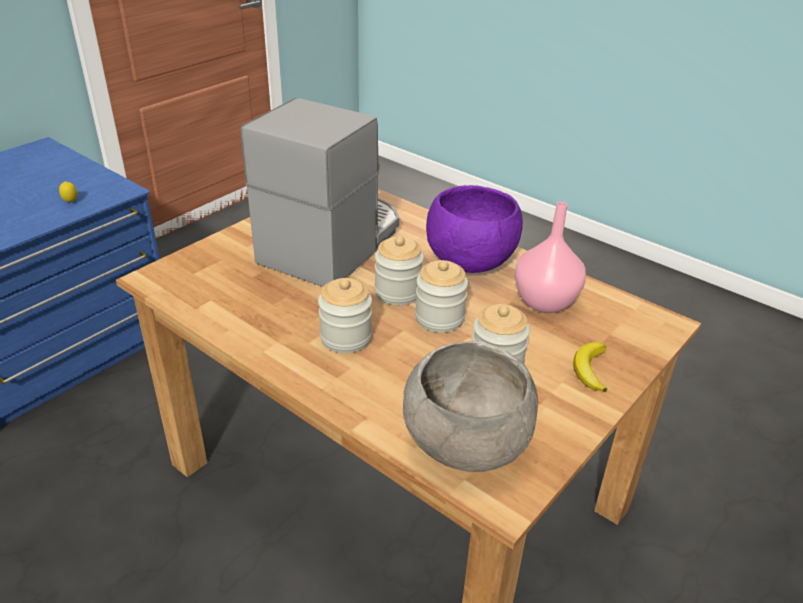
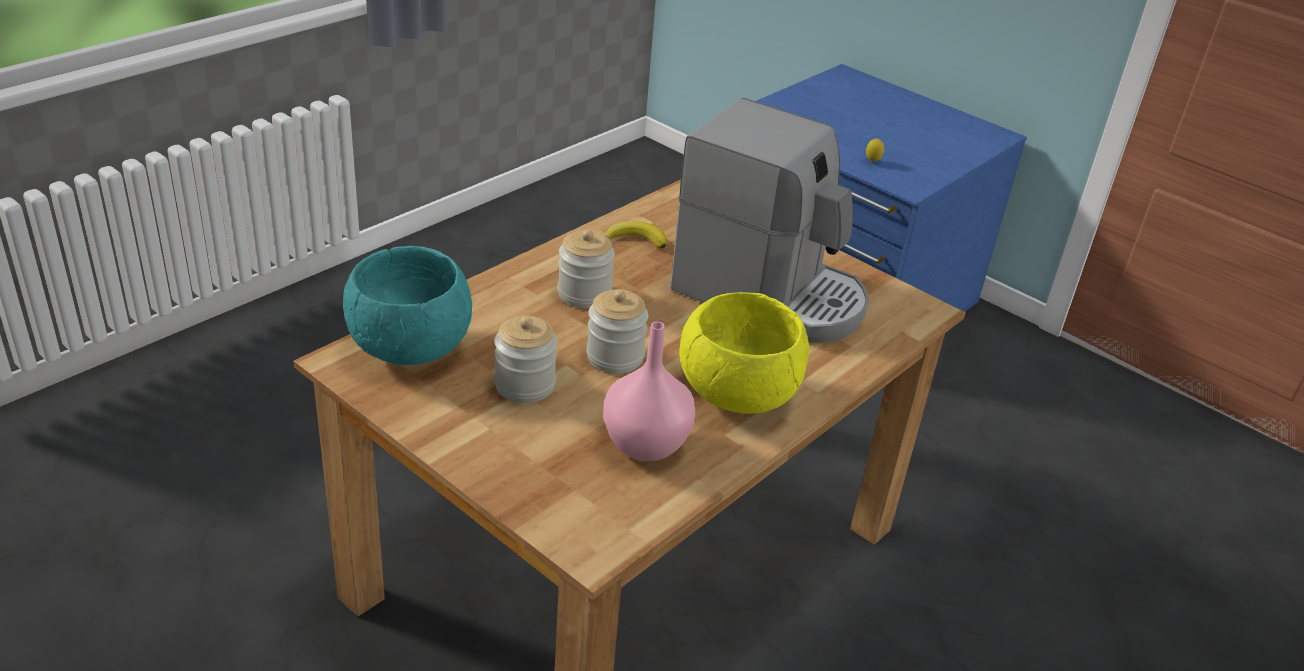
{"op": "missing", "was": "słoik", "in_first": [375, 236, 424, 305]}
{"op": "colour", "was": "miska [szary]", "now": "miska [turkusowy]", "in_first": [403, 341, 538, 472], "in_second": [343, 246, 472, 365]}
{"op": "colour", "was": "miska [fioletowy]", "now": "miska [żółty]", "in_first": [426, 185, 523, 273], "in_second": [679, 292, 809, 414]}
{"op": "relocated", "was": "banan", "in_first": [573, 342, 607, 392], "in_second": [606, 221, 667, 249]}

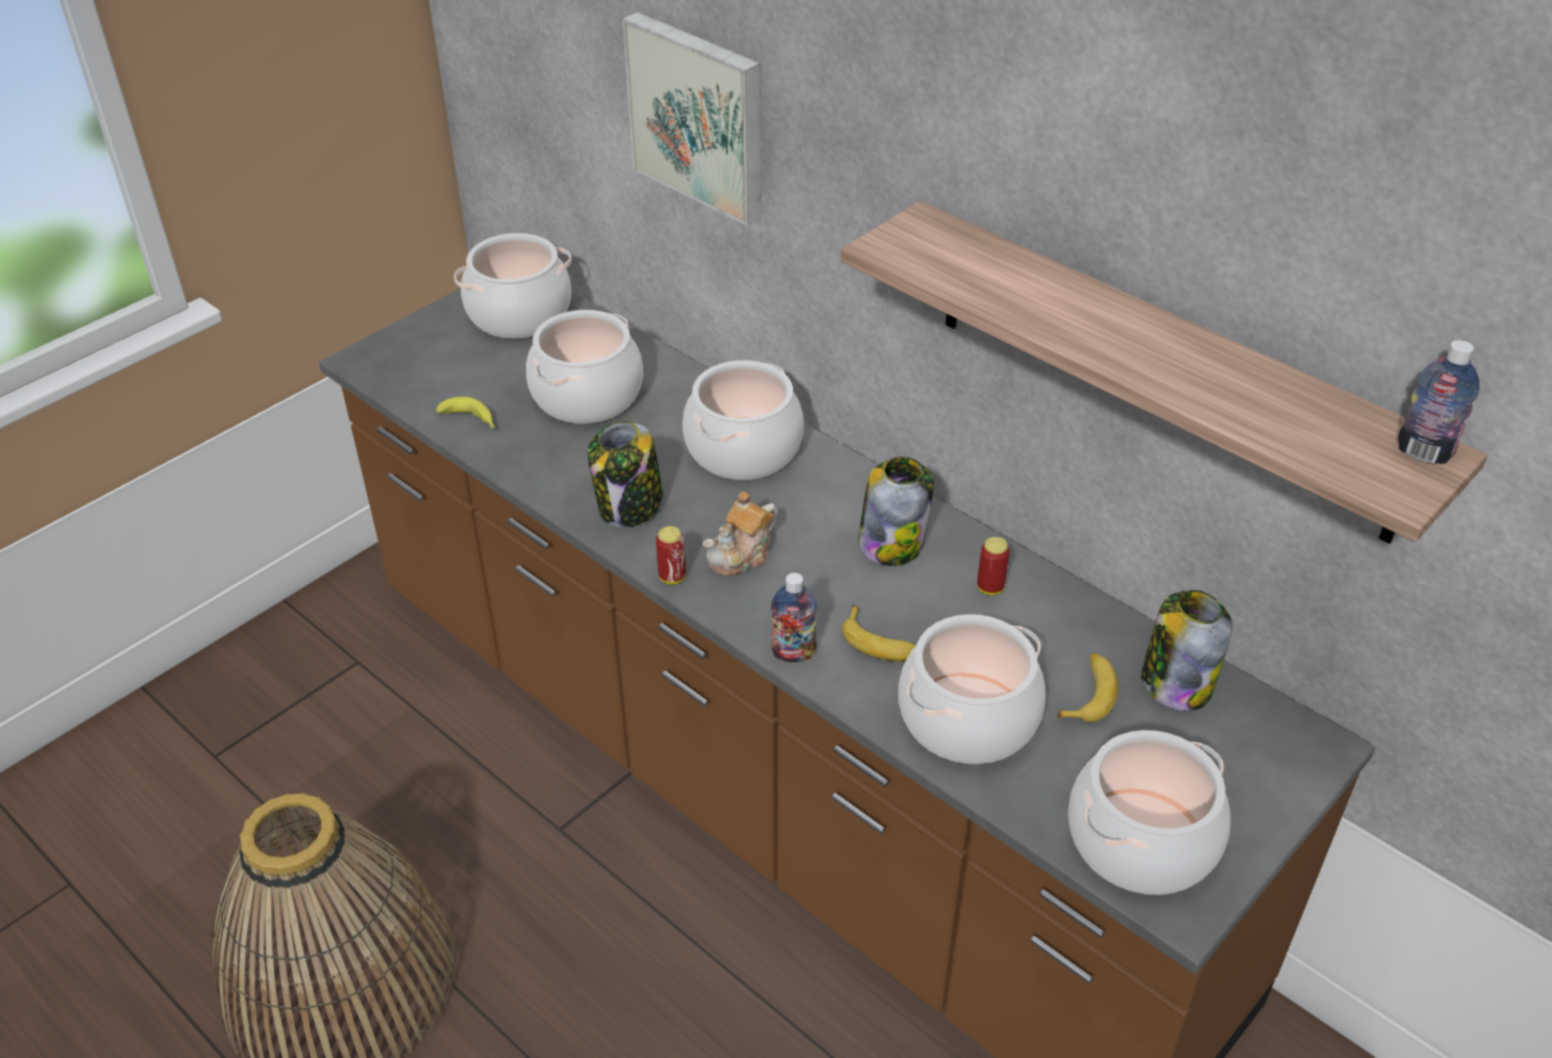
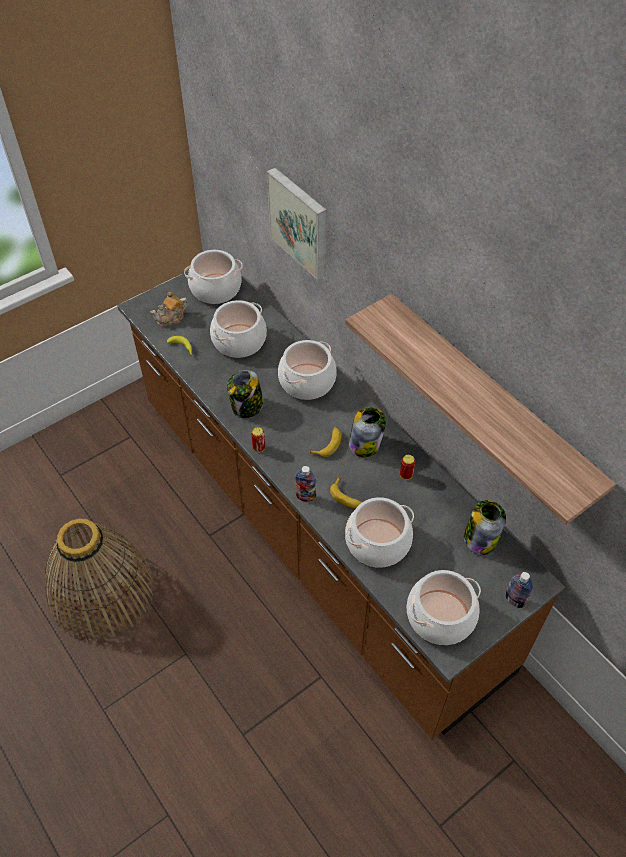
{"op": "relocated", "was": "imbryk", "in_first": [703, 491, 778, 576], "in_second": [150, 292, 188, 326]}
{"op": "relocated", "was": "banan", "in_first": [1057, 653, 1118, 722], "in_second": [309, 427, 341, 457]}
{"op": "relocated", "was": "butelka", "in_first": [1398, 340, 1480, 464], "in_second": [506, 572, 533, 608]}

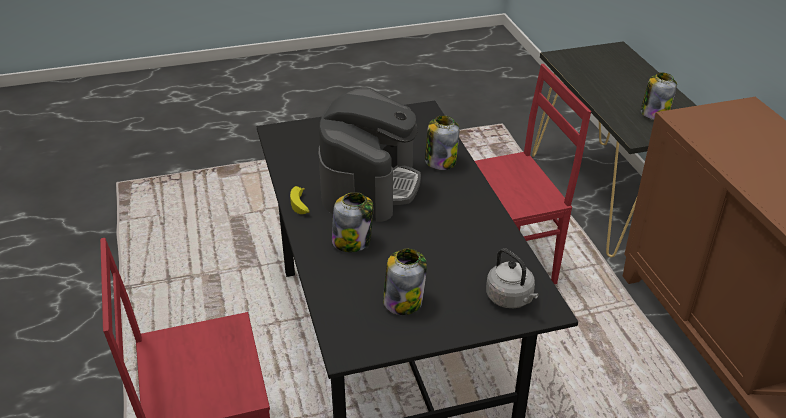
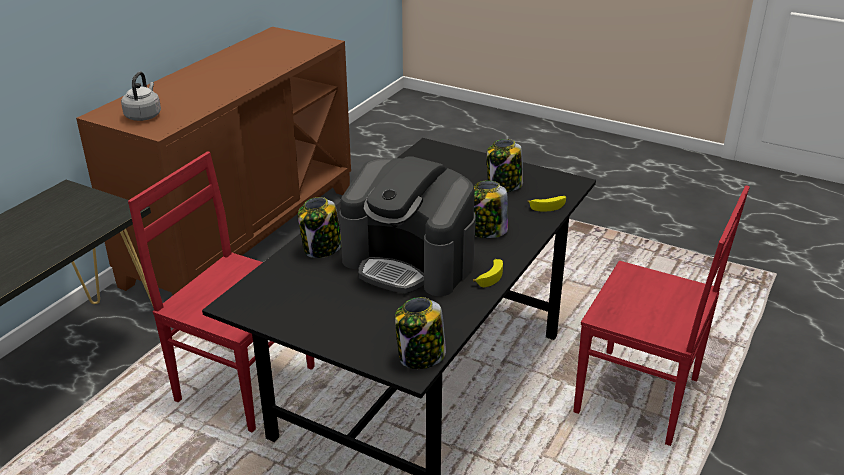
{"op": "spun", "was": "ekspres do kawy", "in_first": [318, 88, 421, 222], "in_second": [340, 156, 476, 296], "clockwise": -120}
{"op": "relocated", "was": "czajnik [szary]", "in_first": [486, 248, 539, 308], "in_second": [121, 72, 161, 121]}
{"op": "relocated", "was": "słoik", "in_first": [640, 72, 677, 120], "in_second": [395, 297, 446, 369]}
{"op": "appeared", "now": "banan", "in_second": [527, 196, 566, 211]}

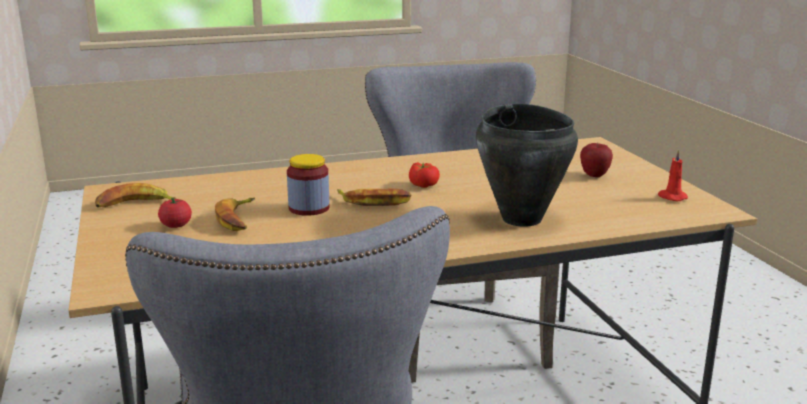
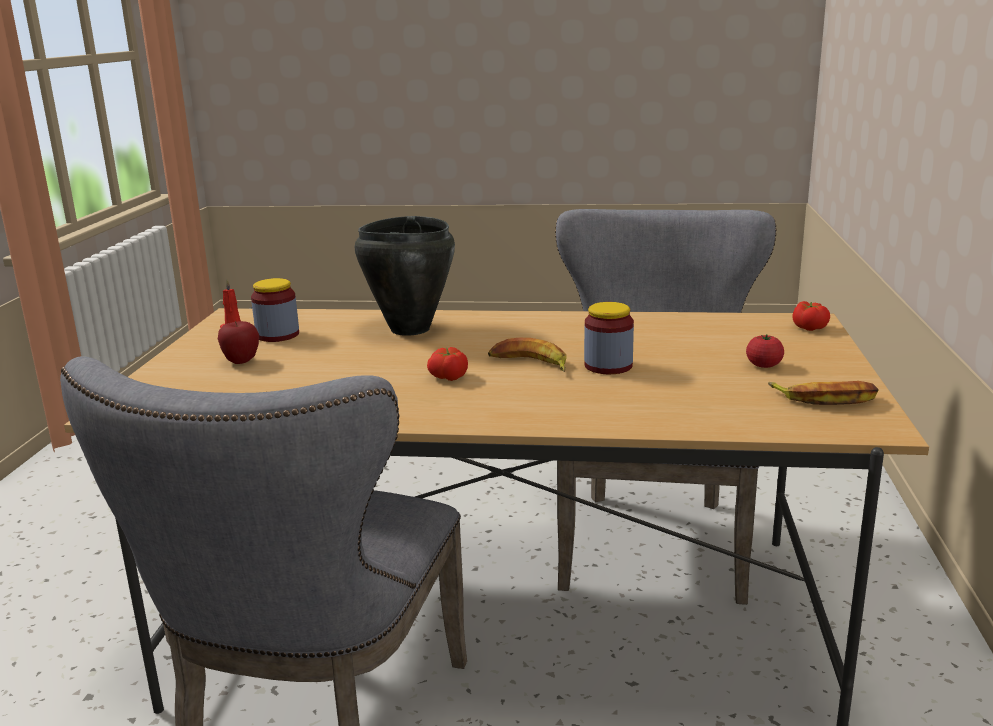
{"op": "missing", "was": "banan", "in_first": [215, 198, 255, 231]}
{"op": "appeared", "now": "słoik", "in_second": [251, 278, 299, 342]}
{"op": "appeared", "now": "pomidor", "in_second": [793, 301, 830, 331]}

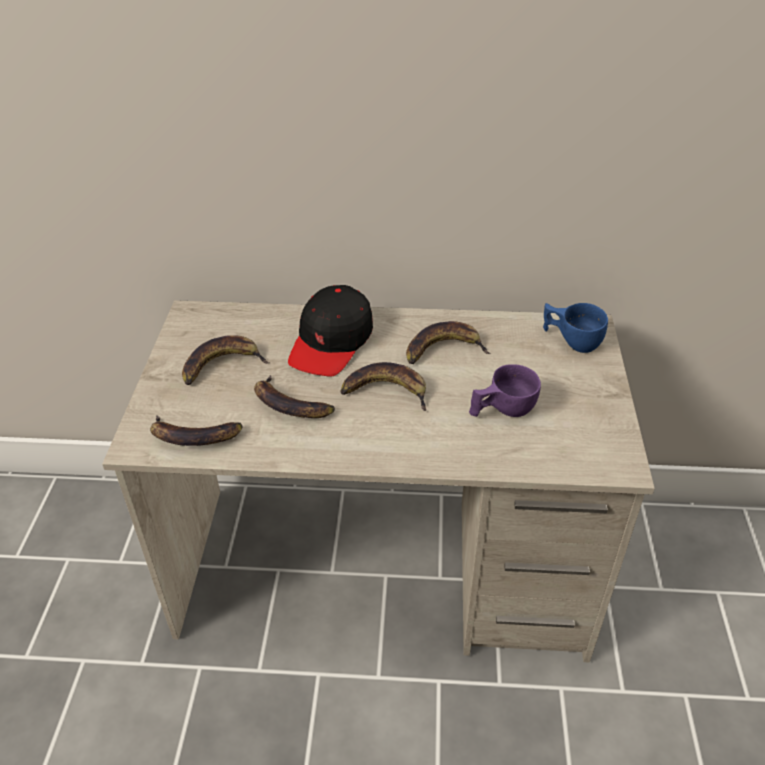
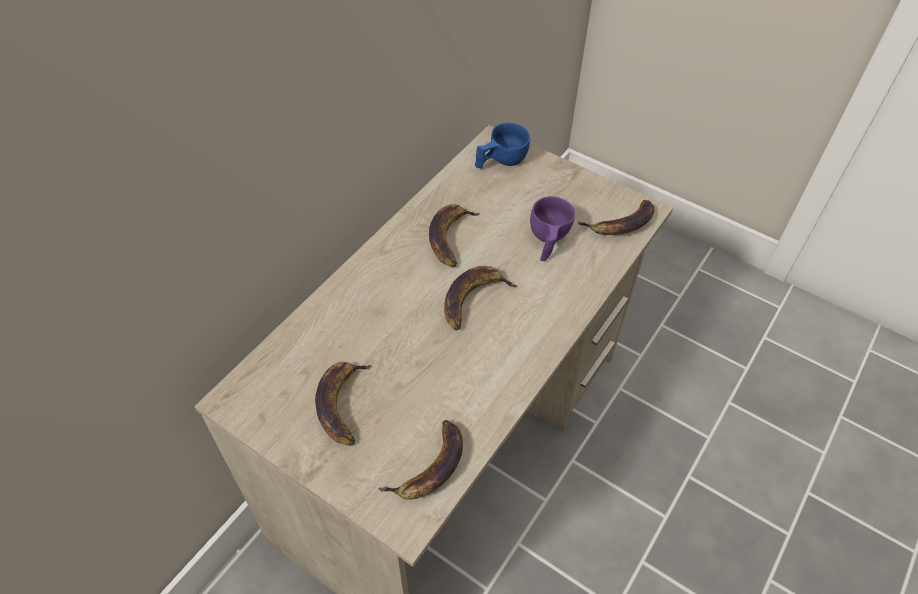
{"op": "relocated", "was": "banan", "in_first": [254, 375, 335, 418], "in_second": [578, 200, 654, 235]}
{"op": "missing", "was": "czapka z daszkiem [czarny]", "in_first": [288, 285, 373, 377]}

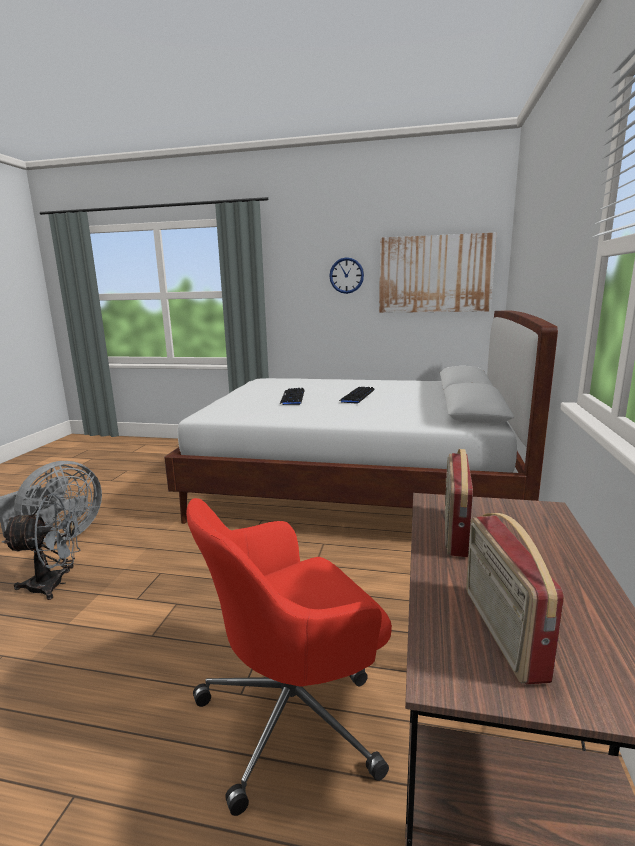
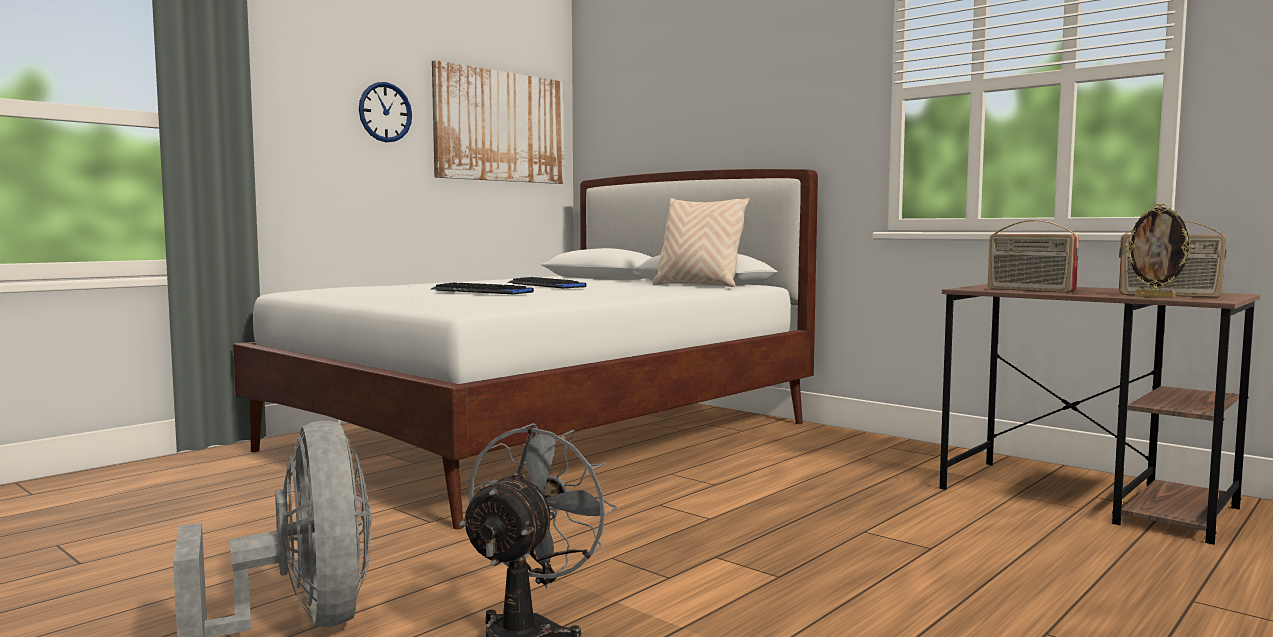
{"op": "missing", "was": "krzesło biurowe [czerwony]", "in_first": [186, 498, 392, 816]}
{"op": "appeared", "now": "poduszka [beżowy]", "in_second": [652, 198, 749, 287]}
{"op": "appeared", "now": "ramka na zdjęcie", "in_second": [1124, 204, 1193, 298]}

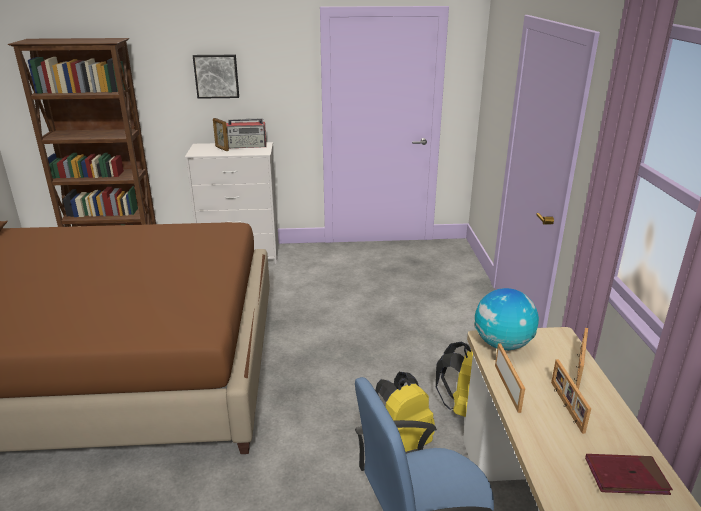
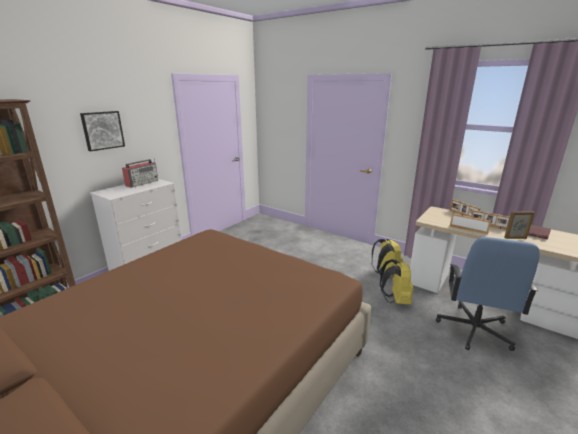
{"op": "relocated", "was": "ramka na zdjęcie", "in_first": [213, 118, 229, 151], "in_second": [504, 211, 534, 239]}
{"op": "missing", "was": "globus", "in_first": [474, 288, 539, 350]}

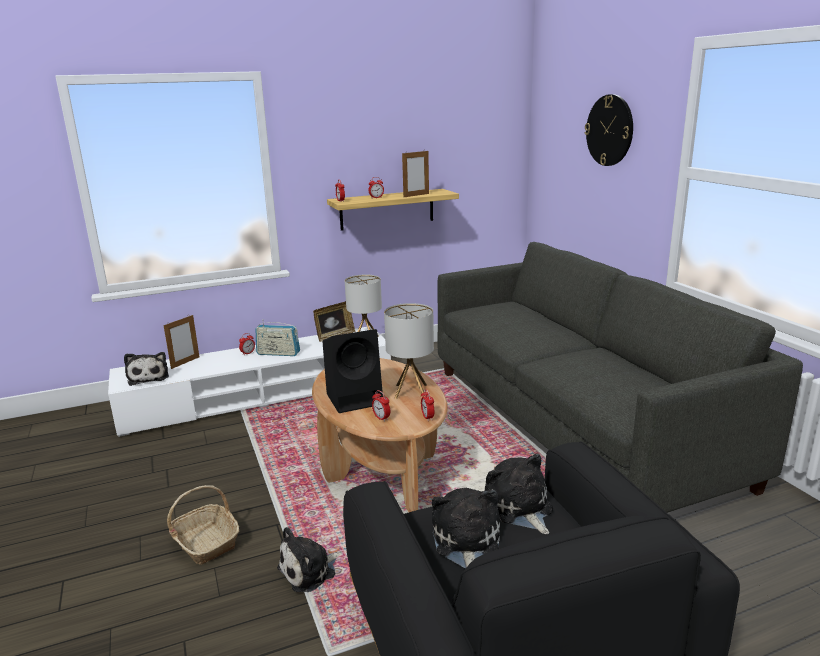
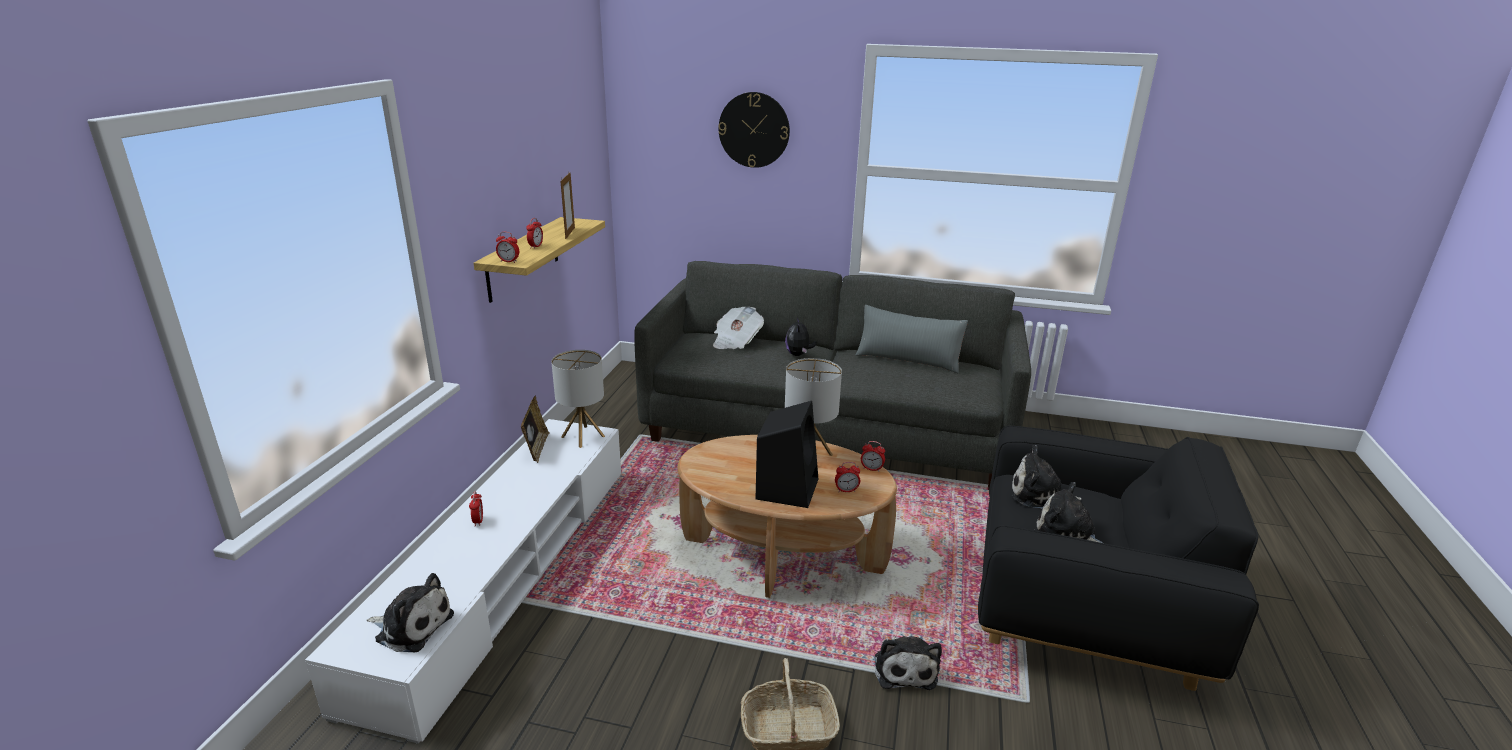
{"op": "missing", "was": "ramka na zdjęcie", "in_first": [164, 315, 199, 369]}
{"op": "missing", "was": "radio", "in_first": [255, 322, 300, 356]}
{"op": "appeared", "now": "gazeta", "in_second": [713, 307, 764, 349]}
{"op": "appeared", "now": "pluszak", "in_second": [785, 317, 817, 356]}
{"op": "appeared", "now": "poduszka [szary]", "in_second": [856, 305, 968, 373]}

